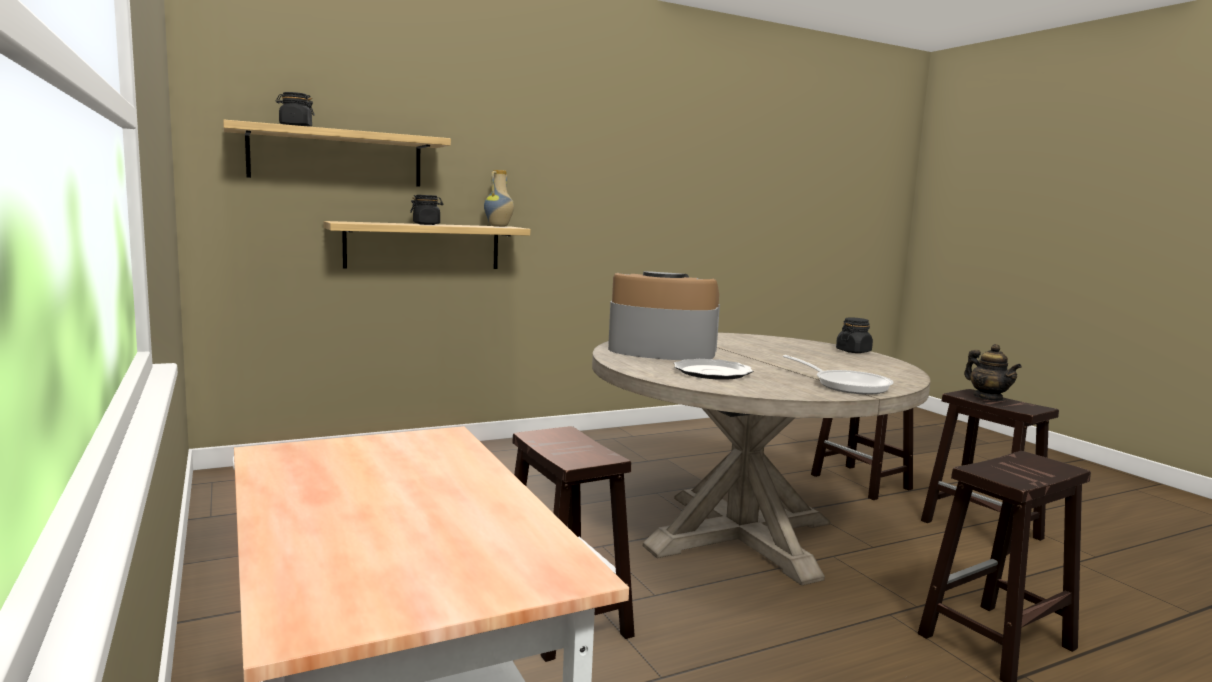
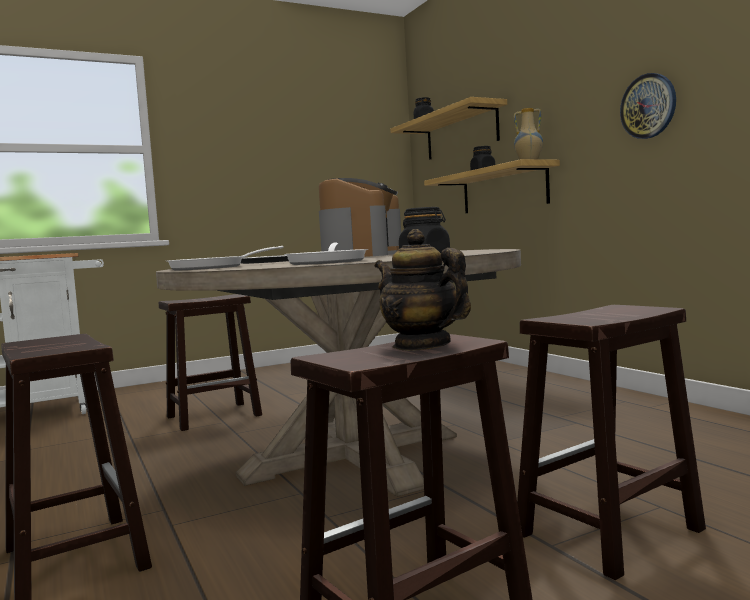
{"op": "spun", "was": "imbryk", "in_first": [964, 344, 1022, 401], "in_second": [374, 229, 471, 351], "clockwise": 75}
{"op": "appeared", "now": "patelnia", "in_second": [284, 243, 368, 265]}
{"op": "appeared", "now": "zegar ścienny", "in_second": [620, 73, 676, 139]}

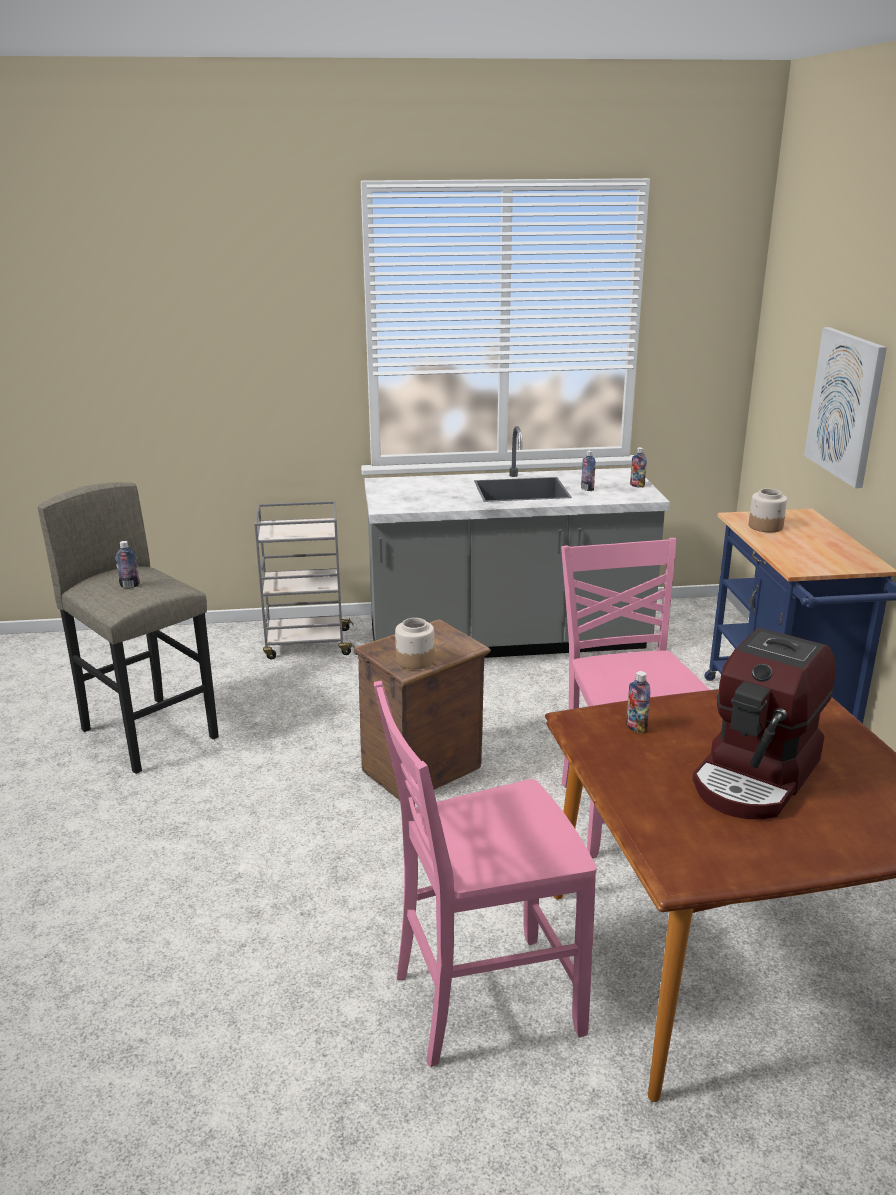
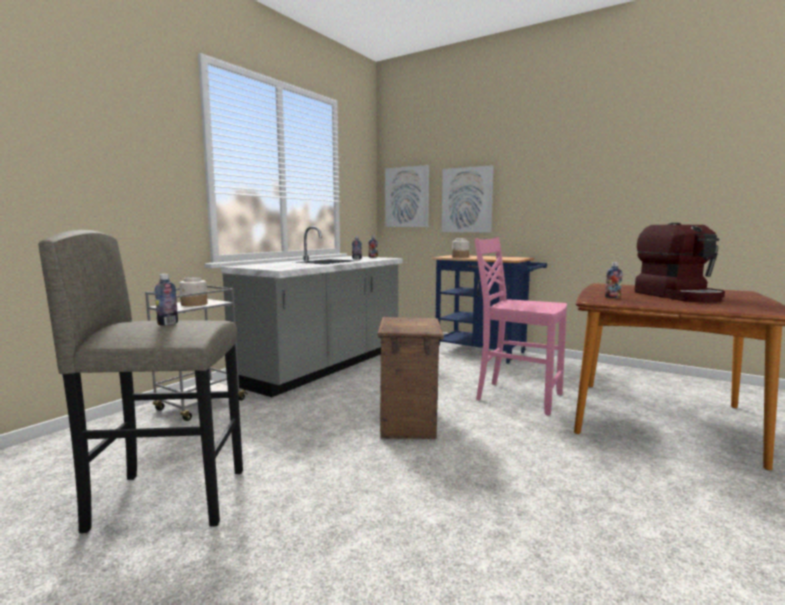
{"op": "missing", "was": "krzesło [różowy]", "in_first": [374, 681, 597, 1067]}
{"op": "relocated", "was": "słoik", "in_first": [395, 618, 434, 669], "in_second": [179, 277, 207, 306]}
{"op": "appeared", "now": "obraz", "in_second": [385, 165, 429, 227]}

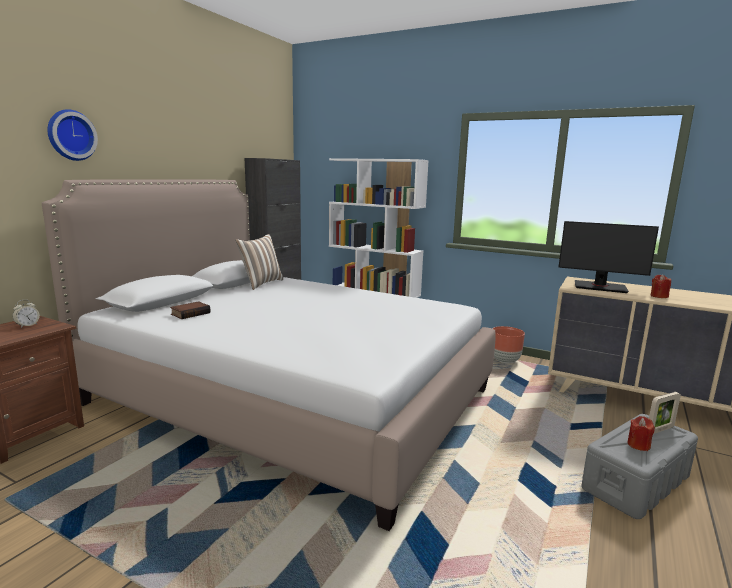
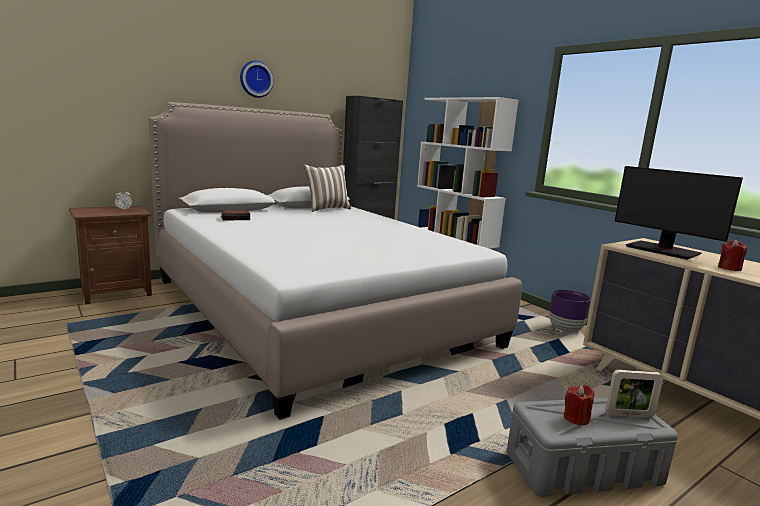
{"op": "relocated", "was": "zegar ścienny", "in_first": [47, 109, 98, 161], "in_second": [240, 61, 274, 98]}
{"op": "colour", "was": "donica [brązowy]", "now": "donica [fioletowy]", "in_first": [493, 326, 525, 363], "in_second": [549, 290, 591, 332]}

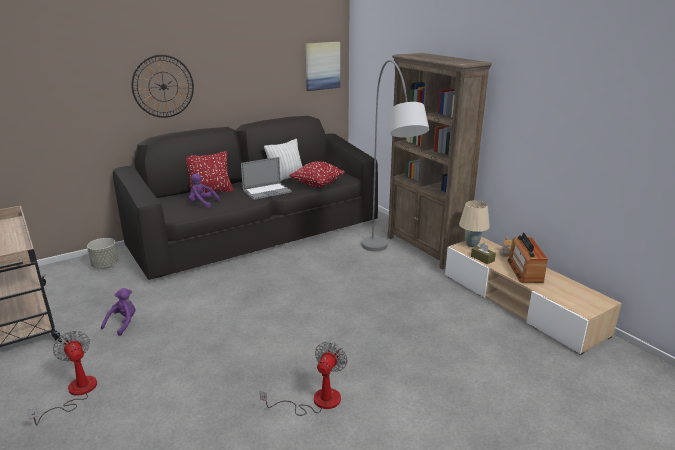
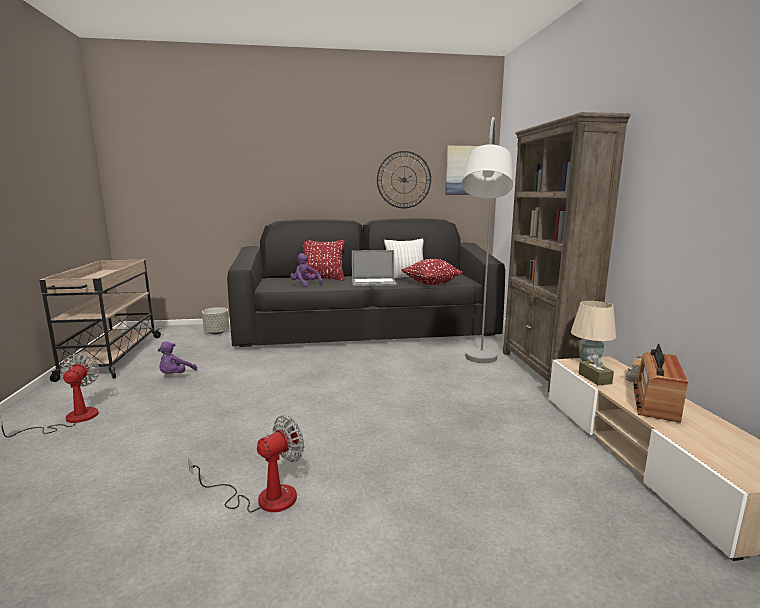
{"op": "spun", "was": "pluszak [fioletowy]", "in_first": [101, 288, 136, 336], "in_second": [158, 341, 197, 374], "clockwise": 150}
{"op": "relocated", "was": "zegar ścienny", "in_first": [131, 55, 194, 118], "in_second": [377, 151, 431, 208]}

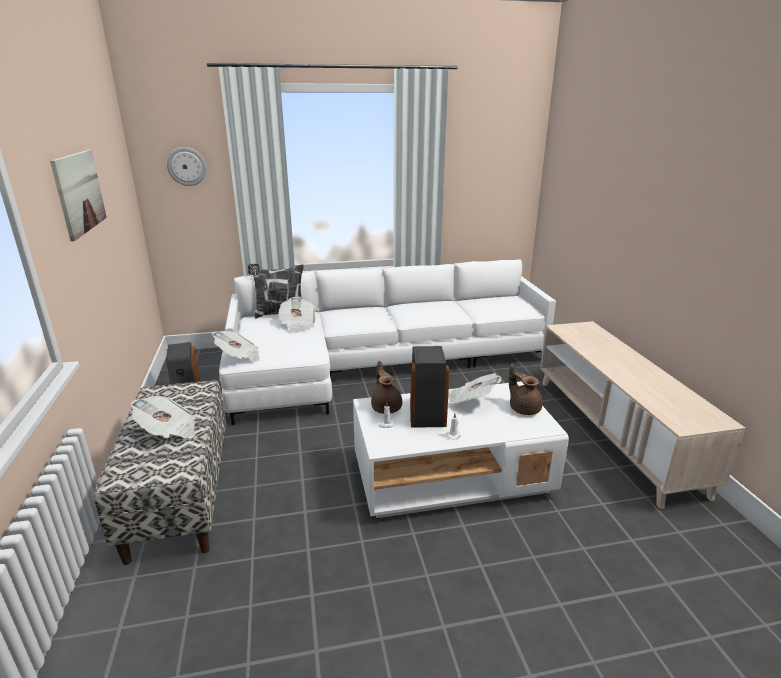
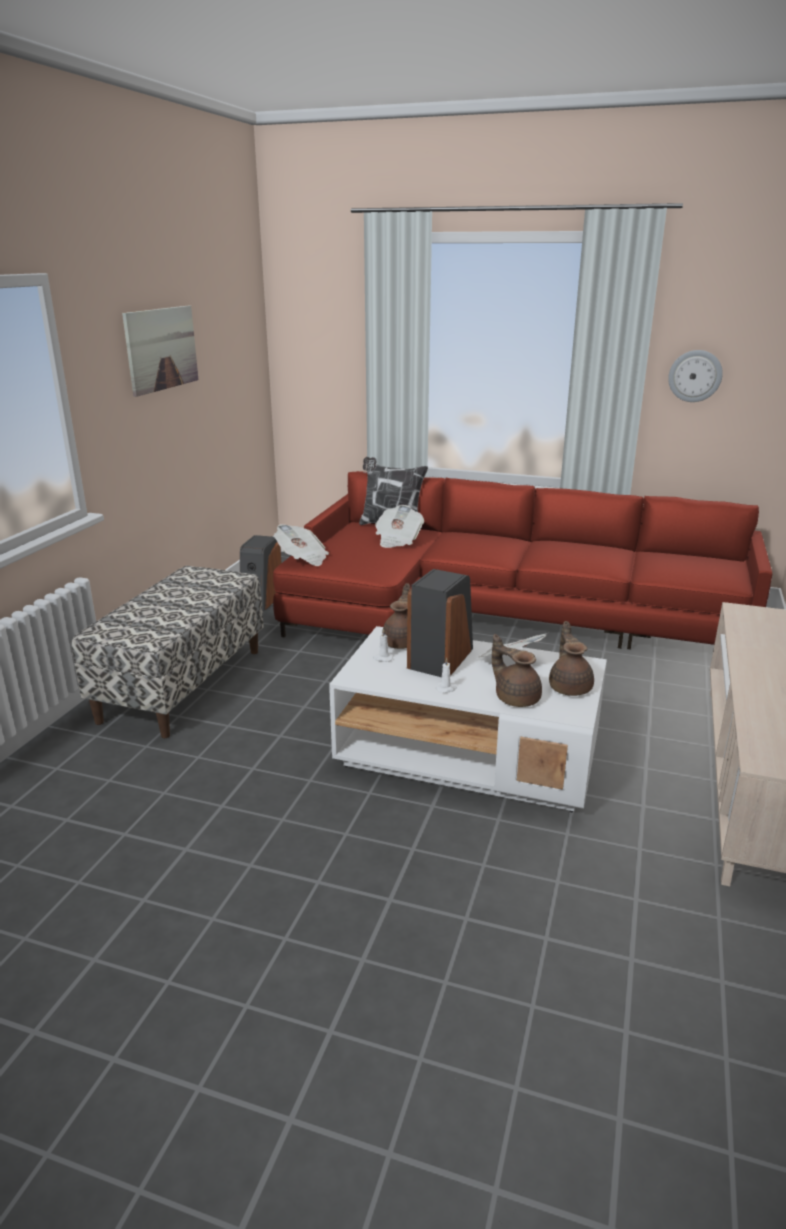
{"op": "missing", "was": "gazeta", "in_first": [131, 396, 196, 439]}
{"op": "relocated", "was": "zegar ścienny", "in_first": [167, 147, 207, 186], "in_second": [668, 350, 723, 402]}
{"op": "colour", "was": "kanapa [biały]", "now": "kanapa [czerwony]", "in_first": [219, 259, 556, 425], "in_second": [273, 471, 772, 650]}
{"op": "appeared", "now": "imbryk [brązowy]", "in_second": [492, 634, 542, 707]}

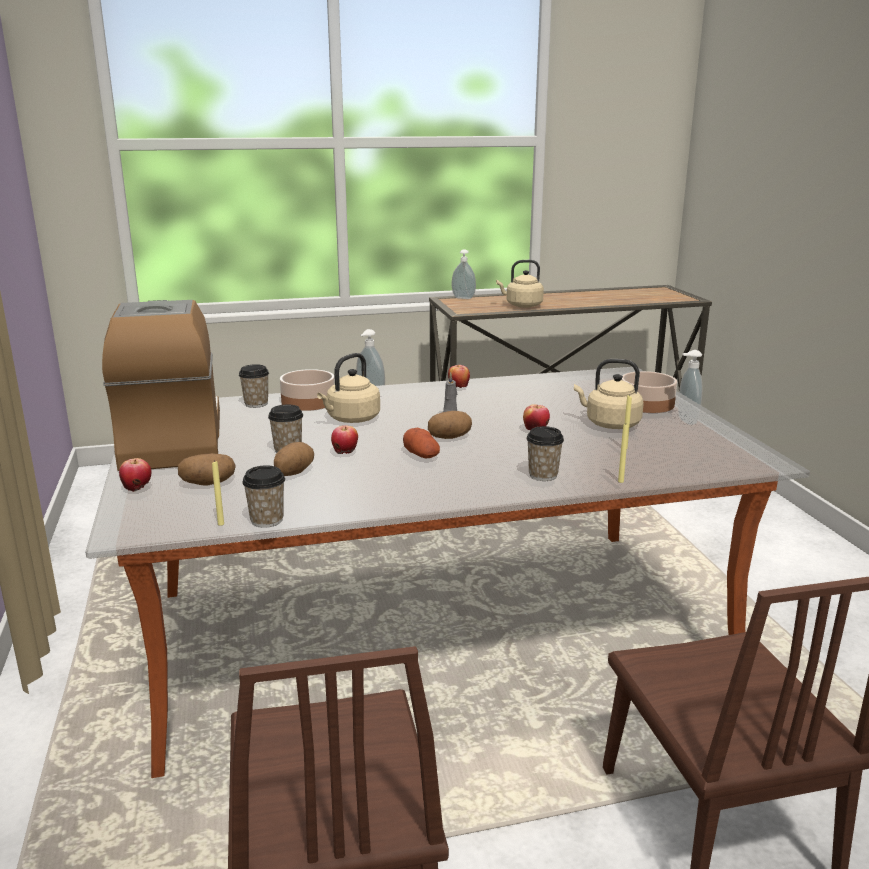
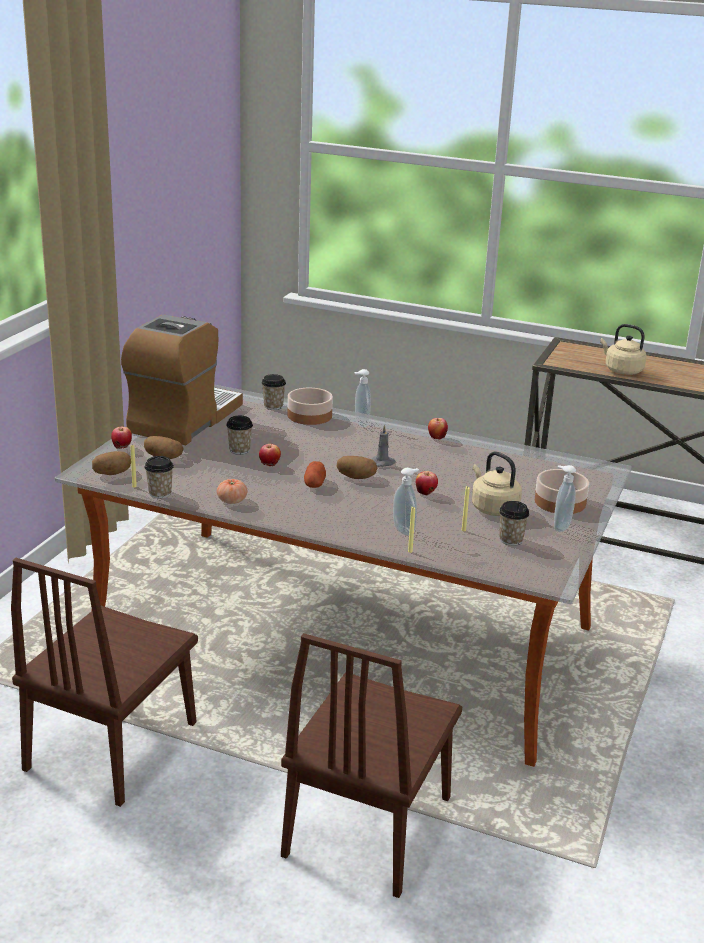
{"op": "relocated", "was": "ziemniak", "in_first": [274, 442, 314, 476], "in_second": [92, 451, 131, 475]}
{"op": "missing", "was": "czajnik [beżowy]", "in_first": [317, 353, 380, 423]}
{"op": "relocated", "was": "dozownik mydła", "in_first": [452, 249, 476, 299], "in_second": [393, 468, 419, 536]}
{"op": "relocated", "was": "filiżanka", "in_first": [526, 426, 564, 481], "in_second": [499, 501, 529, 546]}
{"op": "appeared", "now": "pomidor", "in_second": [217, 479, 248, 504]}

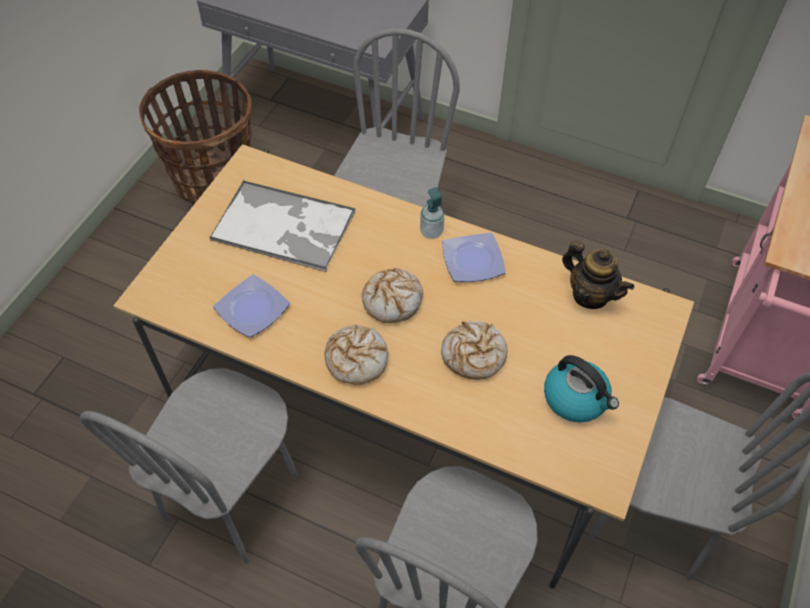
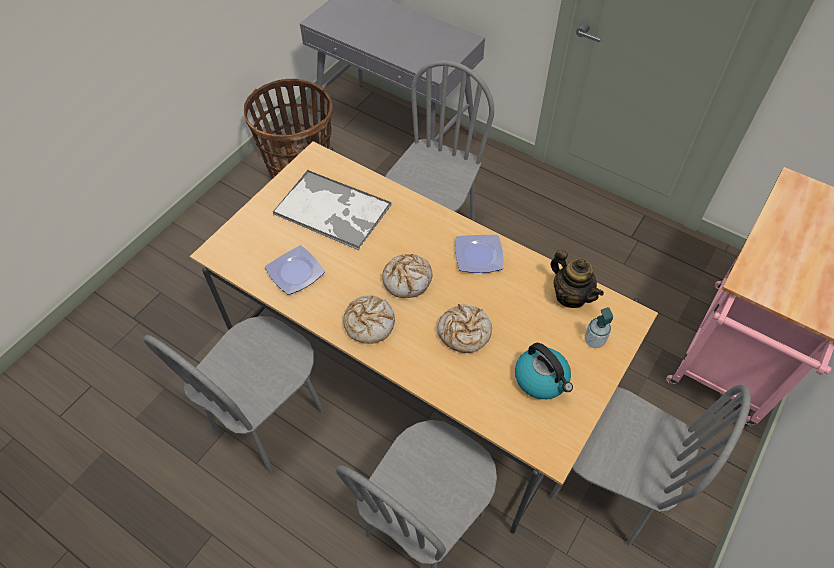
{"op": "relocated", "was": "dozownik mydła", "in_first": [420, 187, 445, 239], "in_second": [585, 307, 613, 348]}

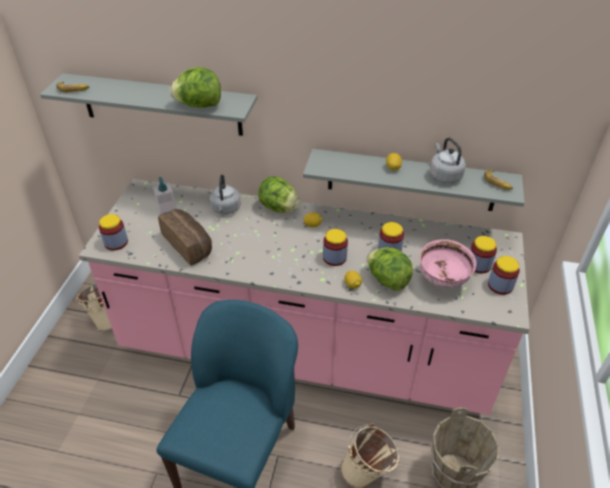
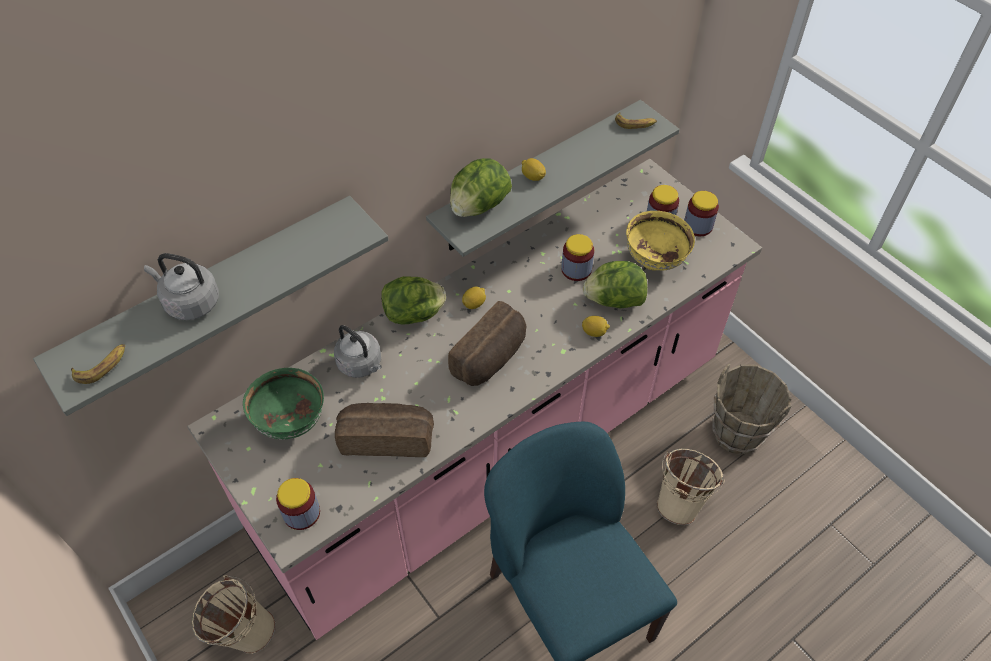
{"op": "exchanged", "was": "dozownik mydła", "now": "miska [zielony]", "in_first": [153, 177, 176, 214], "in_second": [243, 368, 324, 439]}
{"op": "relocated", "was": "sałata", "in_first": [170, 67, 221, 108], "in_second": [450, 158, 512, 217]}
{"op": "missing", "was": "słoik", "in_first": [323, 229, 348, 266]}
{"op": "colour", "was": "miska [różowy]", "now": "miska [żółty]", "in_first": [420, 239, 476, 288], "in_second": [626, 211, 695, 271]}
{"op": "relocated", "was": "czajnik [szary]", "in_first": [430, 138, 466, 183], "in_second": [144, 253, 219, 320]}
{"op": "appeared", "now": "chleb", "in_second": [448, 301, 526, 386]}

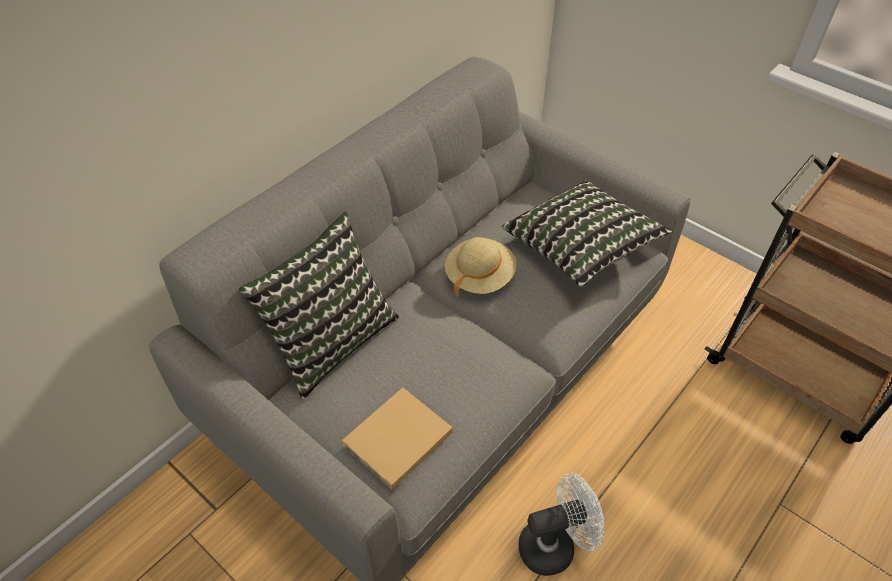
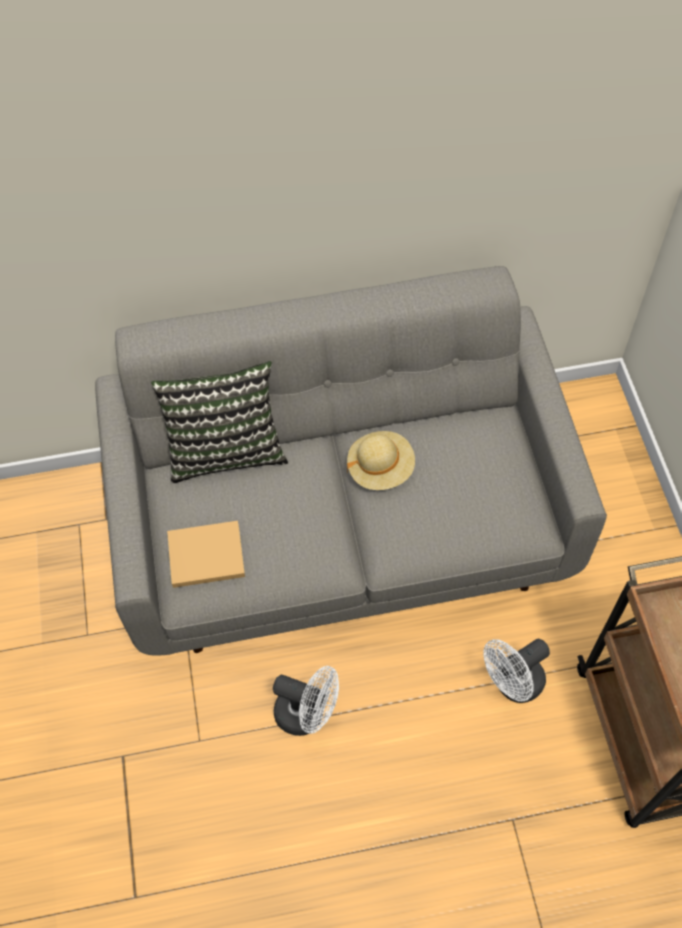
{"op": "missing", "was": "poduszka", "in_first": [502, 180, 672, 286]}
{"op": "appeared", "now": "wentylator [biały]", "in_second": [483, 639, 550, 703]}

